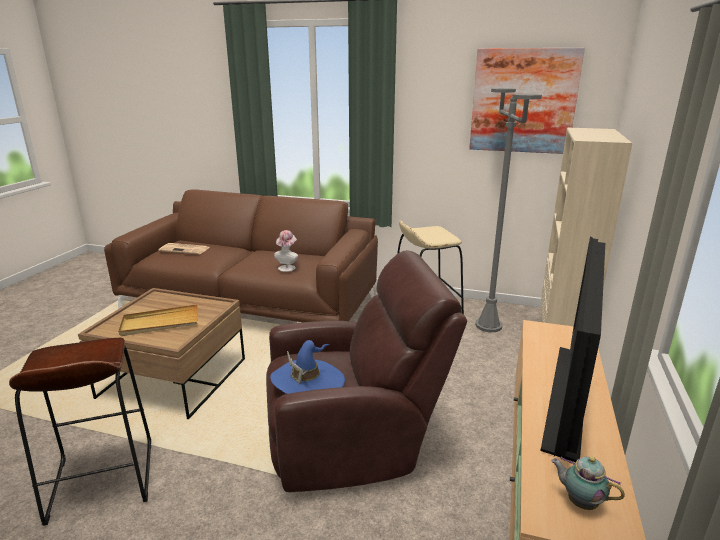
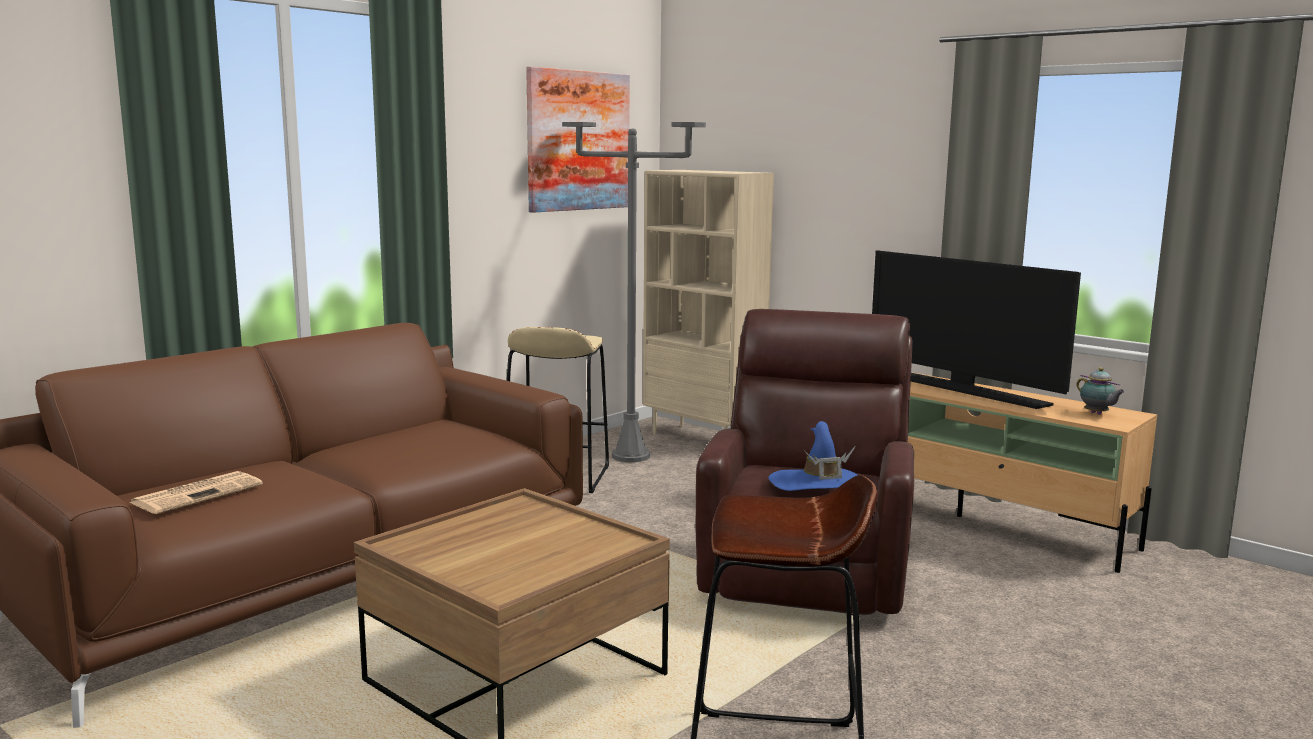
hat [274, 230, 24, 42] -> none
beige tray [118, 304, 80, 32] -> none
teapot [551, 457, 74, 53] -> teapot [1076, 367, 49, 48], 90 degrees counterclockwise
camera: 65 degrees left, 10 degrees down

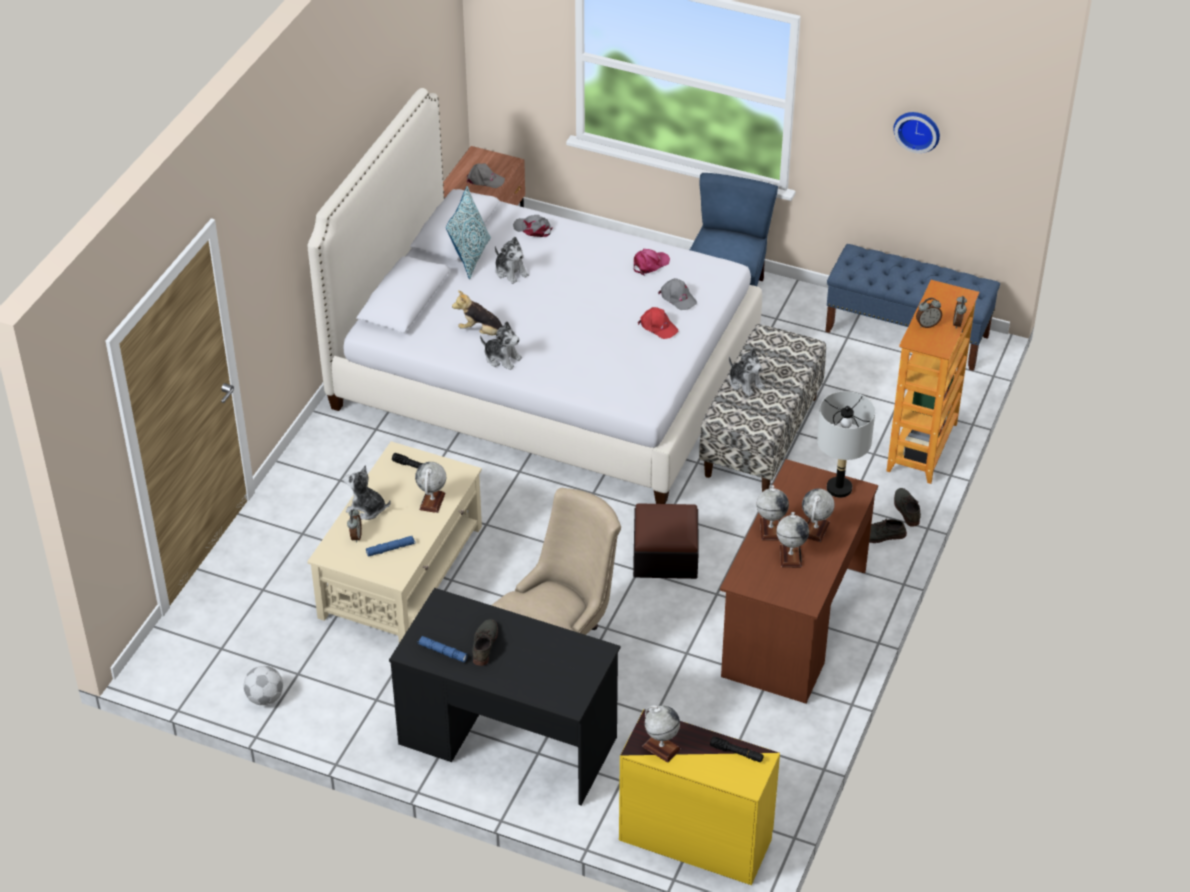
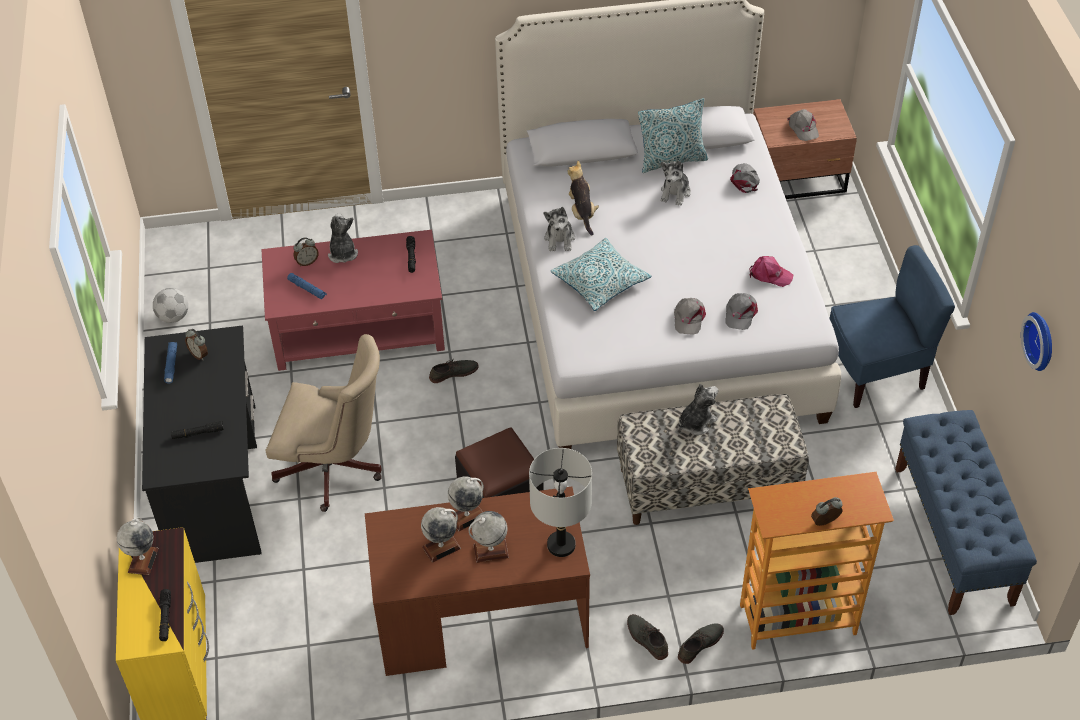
alarm clock [916, 298, 26, 30] -> alarm clock [185, 329, 23, 31], moved
red cap [638, 307, 40, 32] -> grey cap [674, 298, 32, 37]
plush toy [729, 348, 36, 48] -> plush toy [678, 384, 40, 51], 150 degrees counterclockwise
beige coffee table [307, 441, 175, 202] -> red coffee table [261, 230, 184, 141]
globe [415, 462, 31, 51] -> none
grey shoe [473, 619, 25, 47] -> grey shoe [429, 358, 50, 25], moved
none -> pillow [551, 238, 101, 73]
none -> black flashlight [171, 421, 53, 18]
camera: 60 degrees right, 5 degrees up

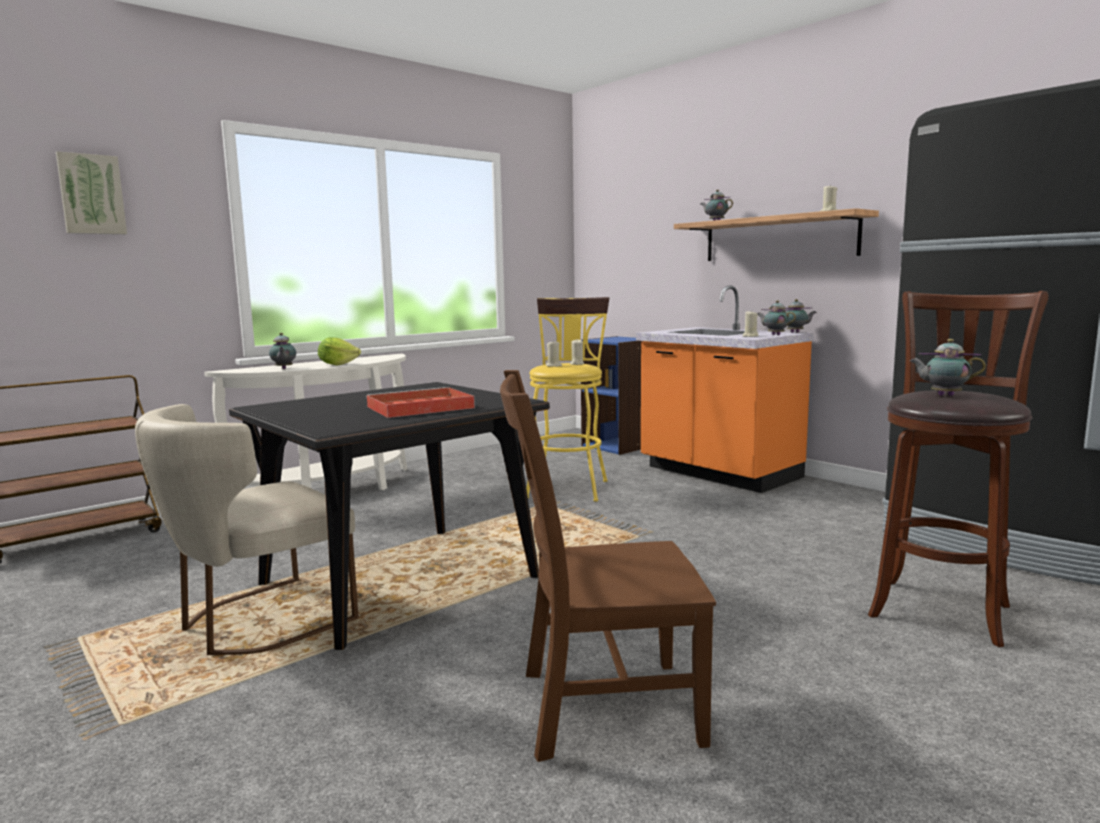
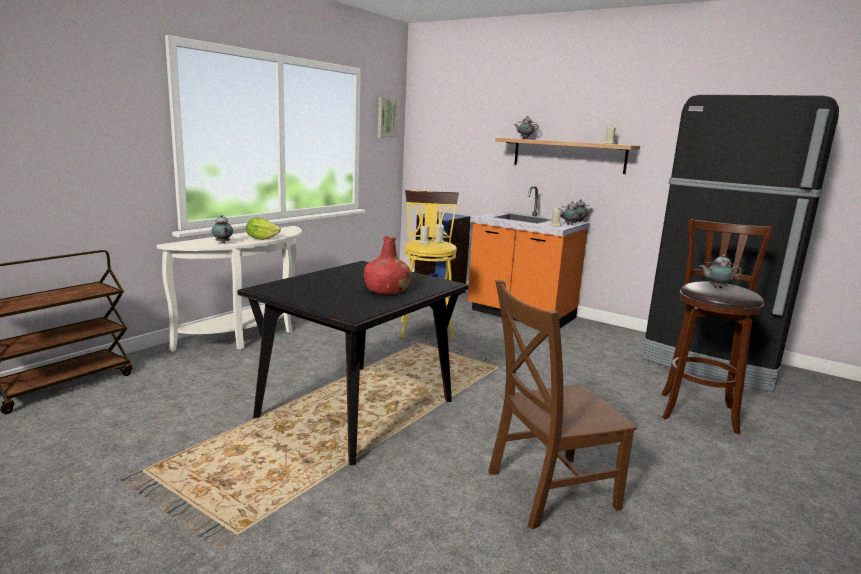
picture [56, 151, 71, 83] -> picture [378, 97, 20, 41], moved
red tray [366, 387, 109, 31] -> red bottle [364, 236, 47, 58]
beige chair [135, 404, 224, 251] -> none
camera: 15 degrees left, 5 degrees up

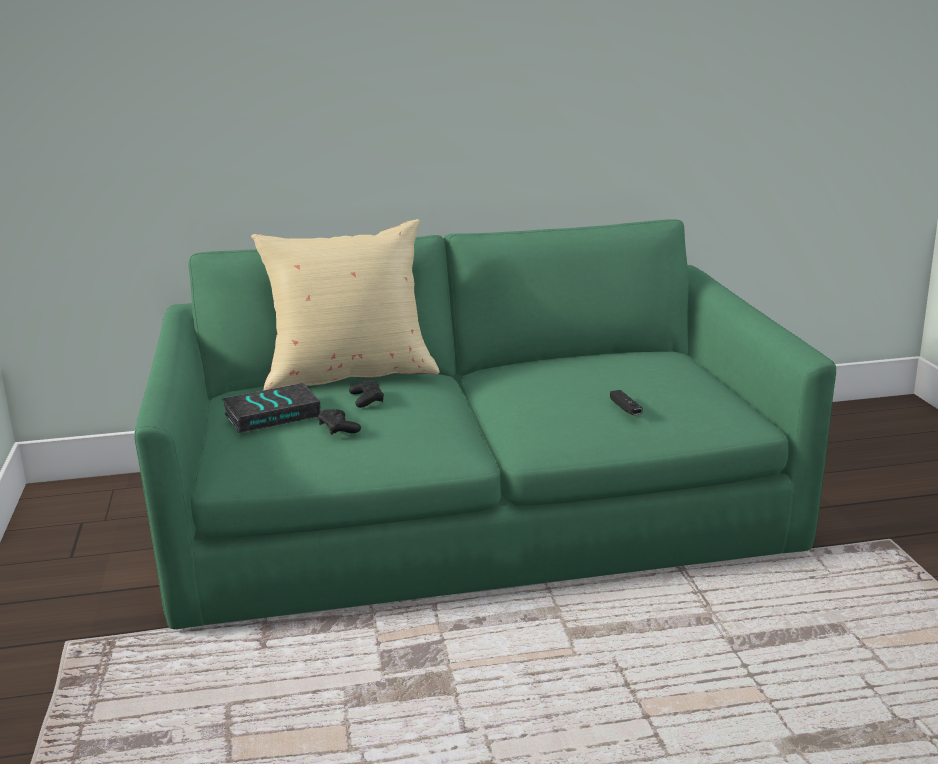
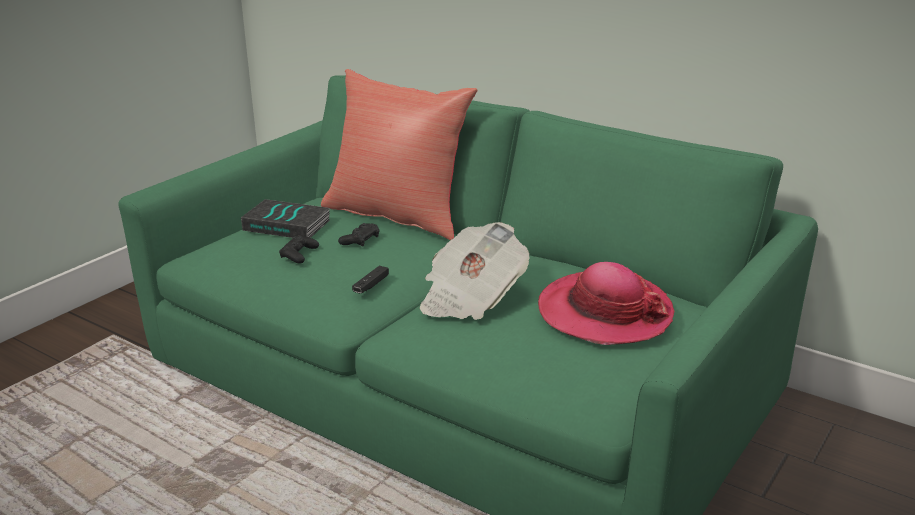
beige pillow [251, 219, 188, 171] -> red pillow [321, 69, 156, 171]
black game controller [610, 390, 33, 25] -> black game controller [352, 266, 37, 28], moved
none -> newspaper [420, 222, 109, 98]
none -> hat [538, 262, 136, 83]
camera: 45 degrees right, 5 degrees up

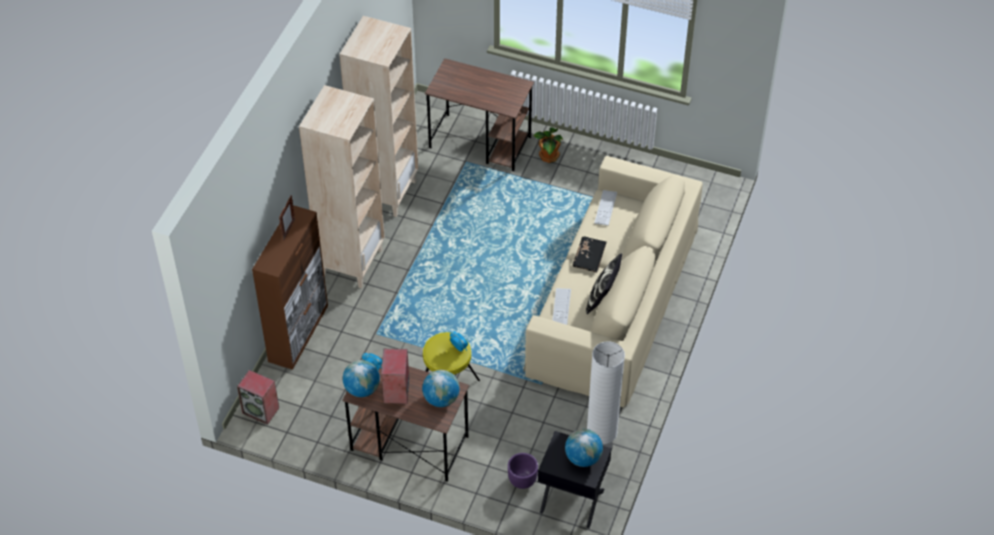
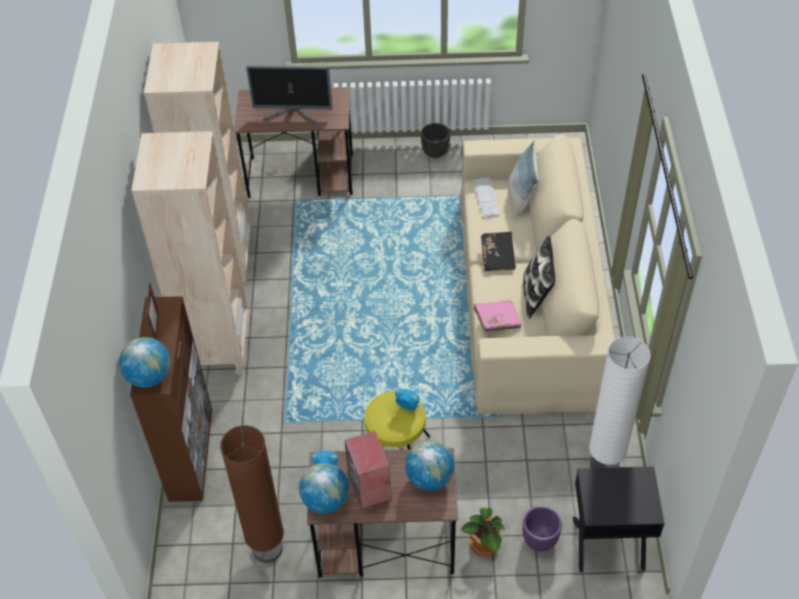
potted plant [533, 127, 30, 36] -> potted plant [461, 507, 44, 50], moved
keyboard [552, 288, 19, 37] -> pink book [473, 301, 49, 31]
speaker [237, 370, 42, 55] -> none
globe [565, 429, 38, 38] -> globe [119, 337, 51, 51], moved
none -> monitor [246, 65, 86, 59]
none -> black planter [421, 123, 29, 35]
none -> pillow [508, 140, 31, 78]
none -> brown floor lamp [220, 425, 64, 138]
camera: 20 degrees left, 0 degrees up

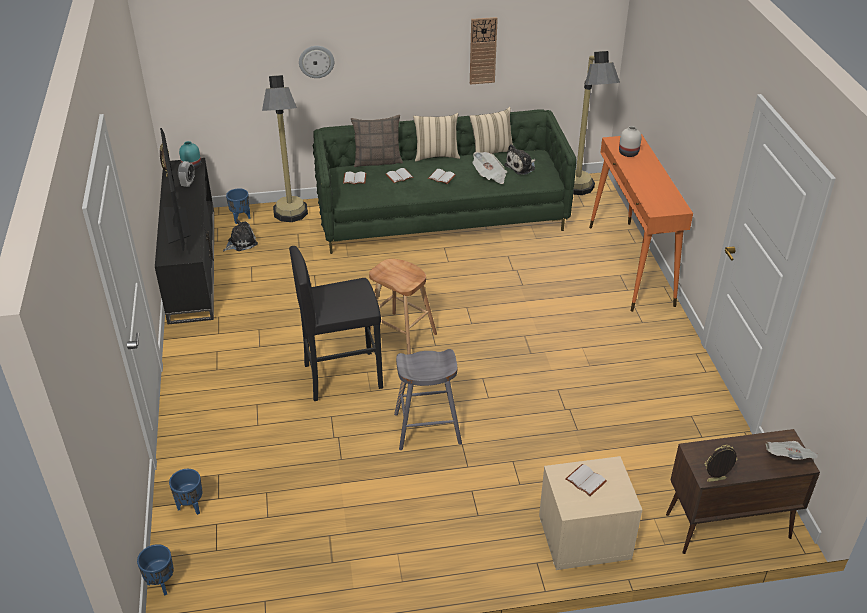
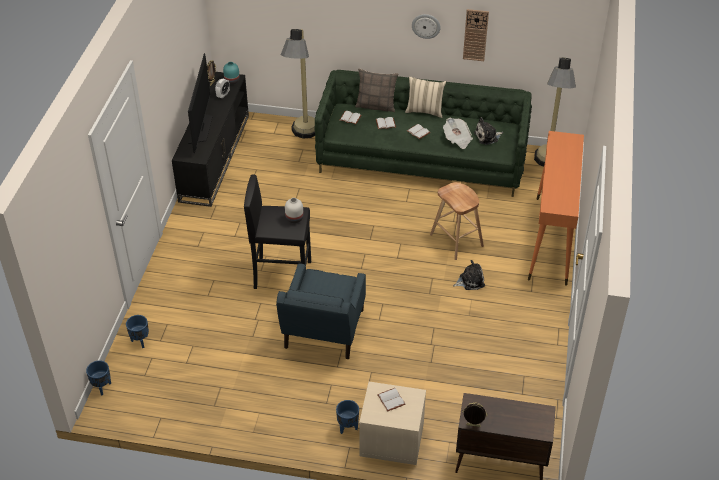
wall clock [299, 46, 35, 32] -> wall clock [412, 14, 29, 25], moved
beige pillow [469, 107, 44, 47] -> none
white vase [619, 126, 23, 31] -> white vase [285, 198, 19, 25], moved
blue planter [226, 188, 24, 36] -> blue planter [336, 400, 23, 34], moved
plush toy [223, 219, 35, 32] -> plush toy [453, 260, 32, 30], moved
brown stool [369, 259, 68, 96] -> brown stool [430, 182, 54, 78], moved
grey stool [394, 349, 68, 101] -> blue armchair [276, 263, 90, 96]
newspaper [766, 441, 53, 19] -> none
camera: 20 degrees right, 5 degrees up

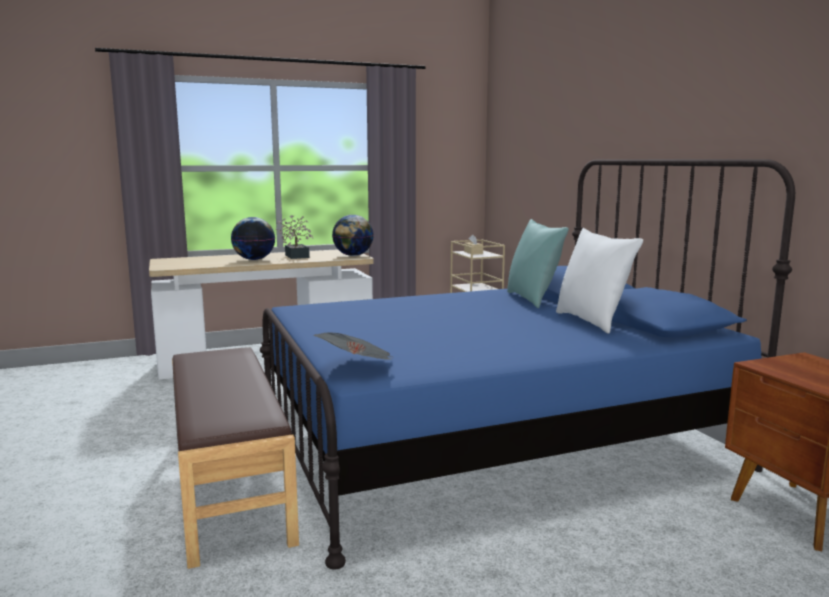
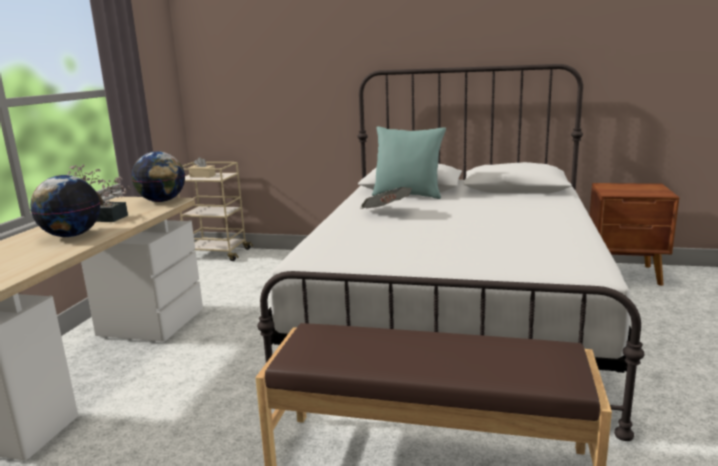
blue bed [260, 159, 535, 411] -> white bed [257, 64, 388, 377]
white pillow [556, 228, 87, 106] -> none
newspaper [313, 333, 79, 27] -> newspaper [361, 187, 51, 22], moved
camera: 55 degrees left, 5 degrees up

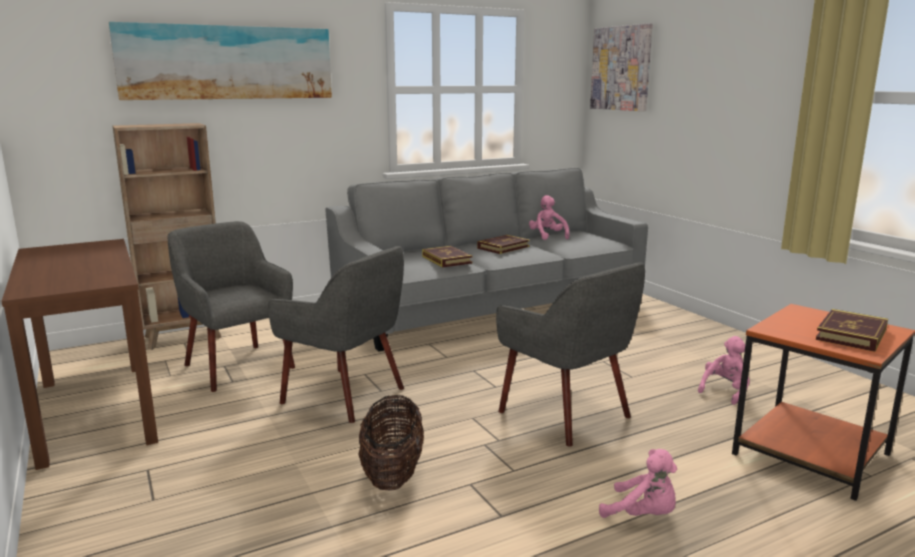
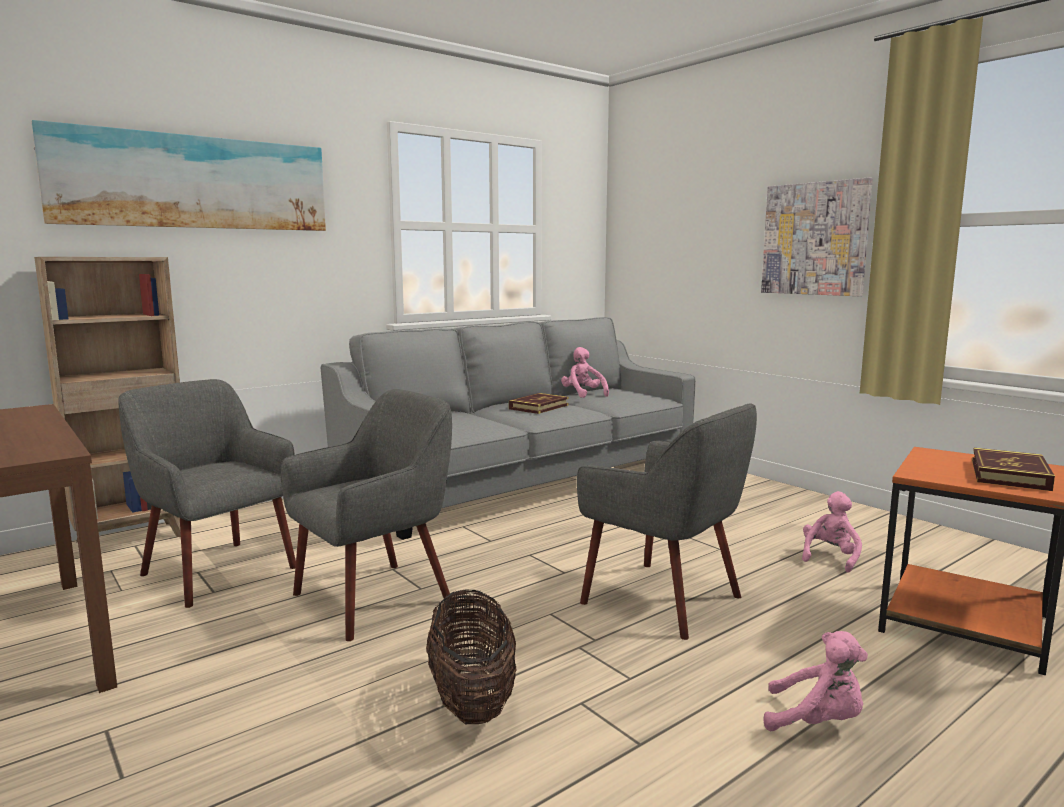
picture [590, 23, 63, 88] -> picture [761, 177, 112, 119], moved
grey armchair [268, 246, 136, 177] -> grey armchair [281, 389, 171, 252], 60 degrees counterclockwise
book [422, 246, 50, 22] -> none
camera: 10 degrees left, 5 degrees down

